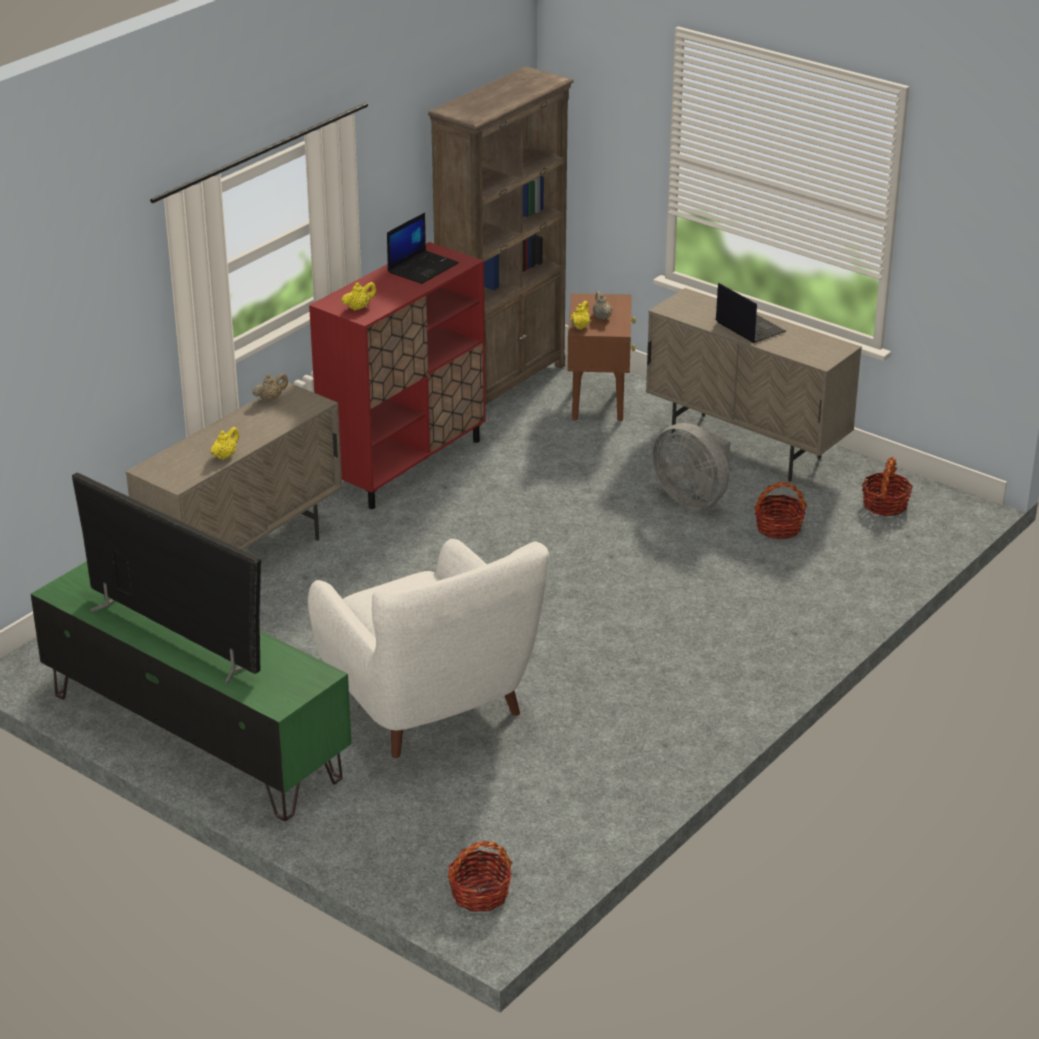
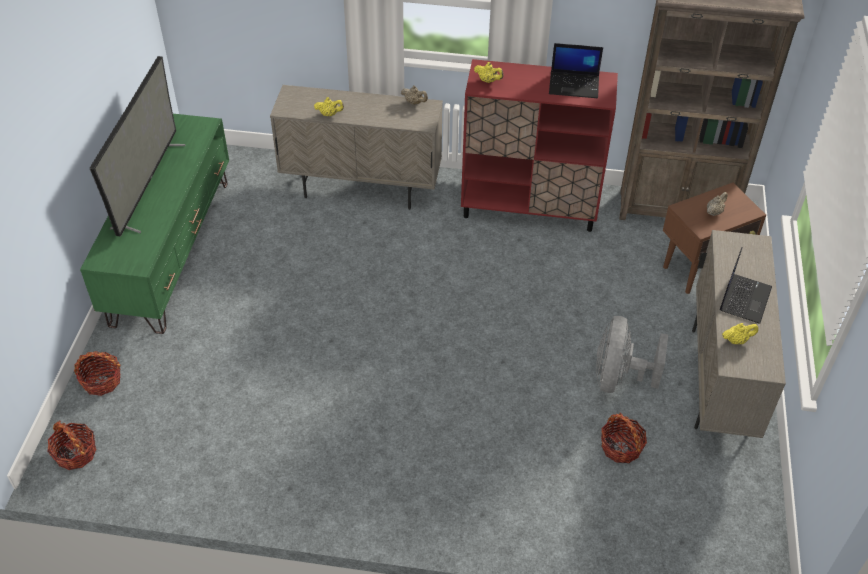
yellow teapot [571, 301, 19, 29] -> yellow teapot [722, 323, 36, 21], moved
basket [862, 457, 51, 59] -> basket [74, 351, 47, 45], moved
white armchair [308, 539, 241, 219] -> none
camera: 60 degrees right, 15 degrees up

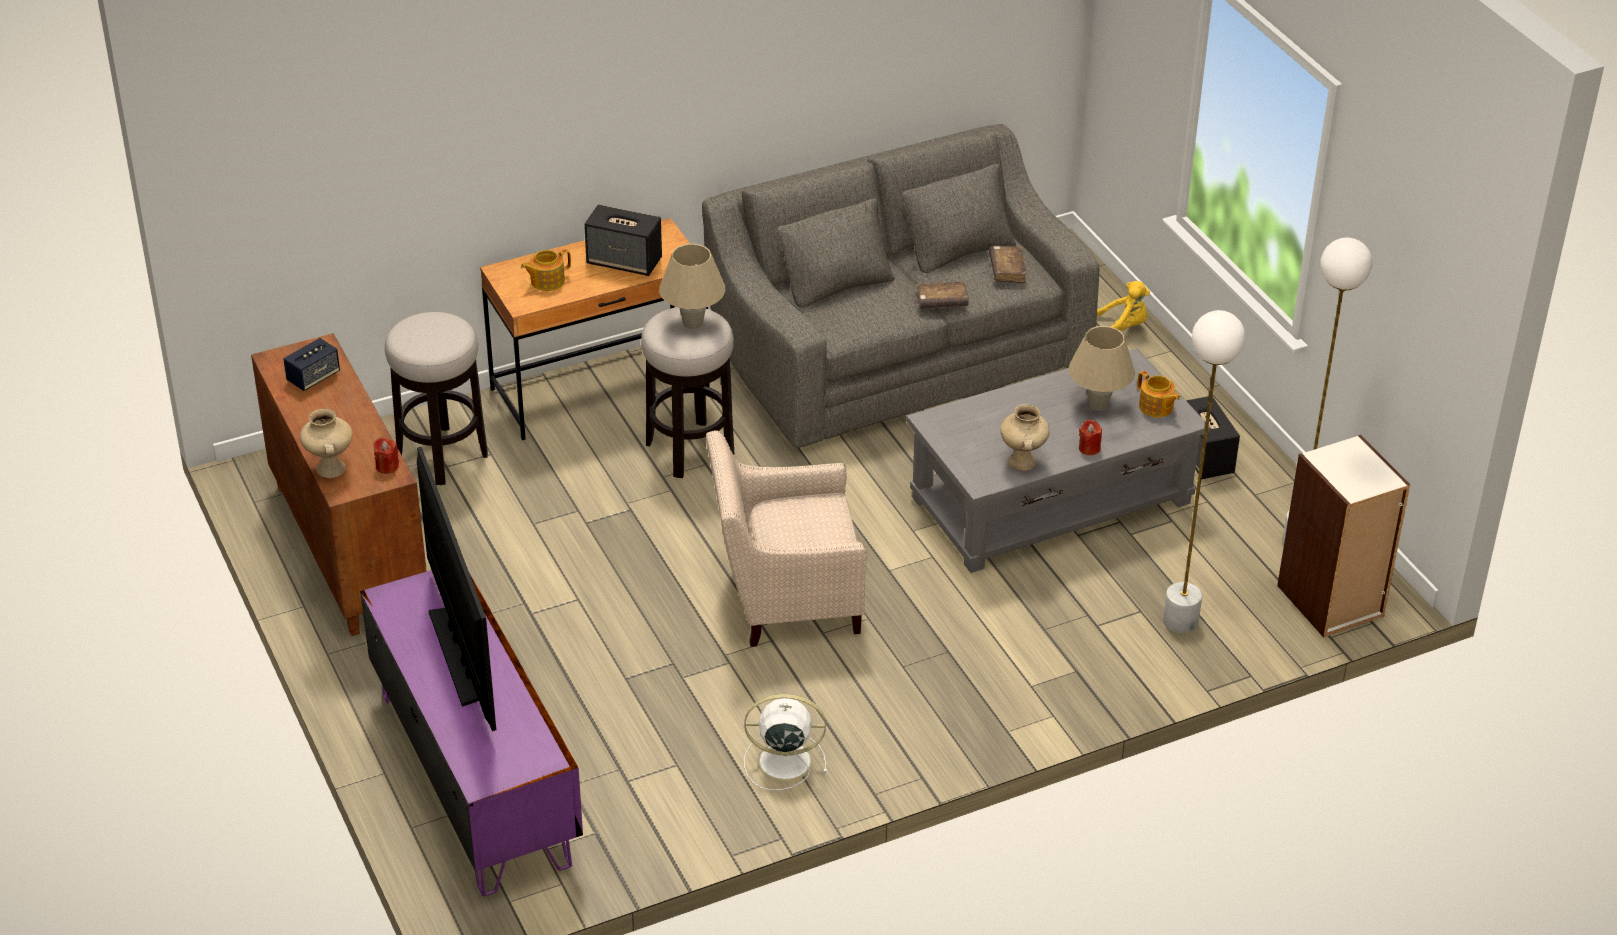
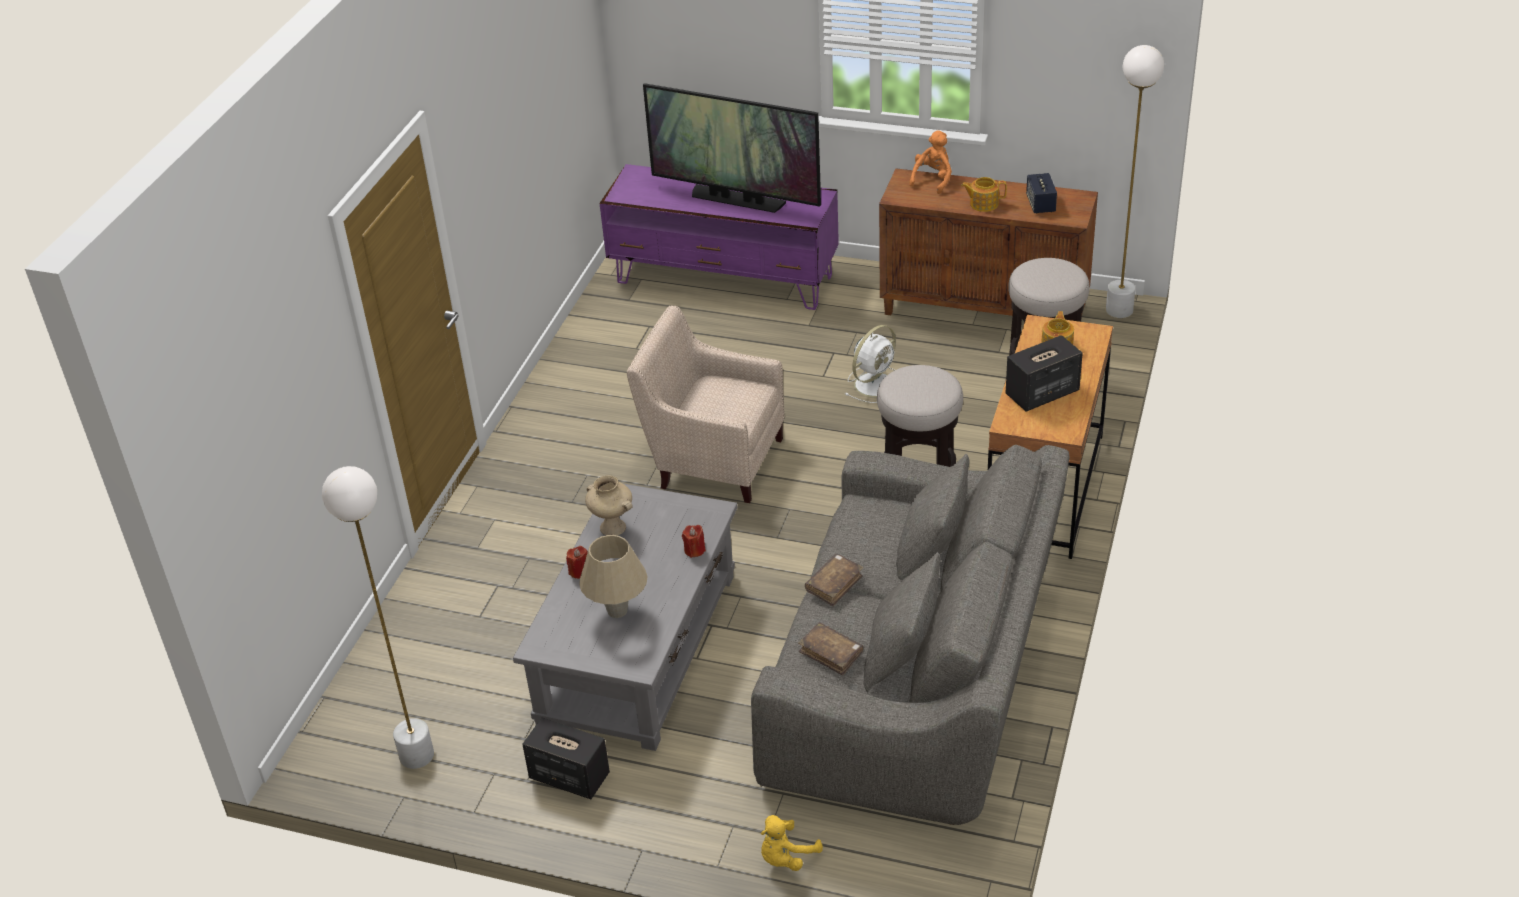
beige table lamp [659, 244, 66, 85] -> none
white floor lamp [1163, 310, 82, 323] -> white floor lamp [1106, 45, 58, 273], moved
teapot [1137, 371, 43, 47] -> teapot [961, 177, 46, 35], moved
beige vase [300, 409, 52, 69] -> orange plush toy [909, 130, 43, 64]
beige armchair [706, 430, 161, 217] -> beige armchair [627, 306, 158, 197], 105 degrees counterclockwise
bookcase [1277, 435, 133, 203] -> none
red candle [374, 437, 25, 37] -> red candle [682, 525, 24, 33], moved
white fan [744, 694, 83, 97] -> white fan [844, 325, 52, 78], moved
camera: 135 degrees right, 0 degrees up

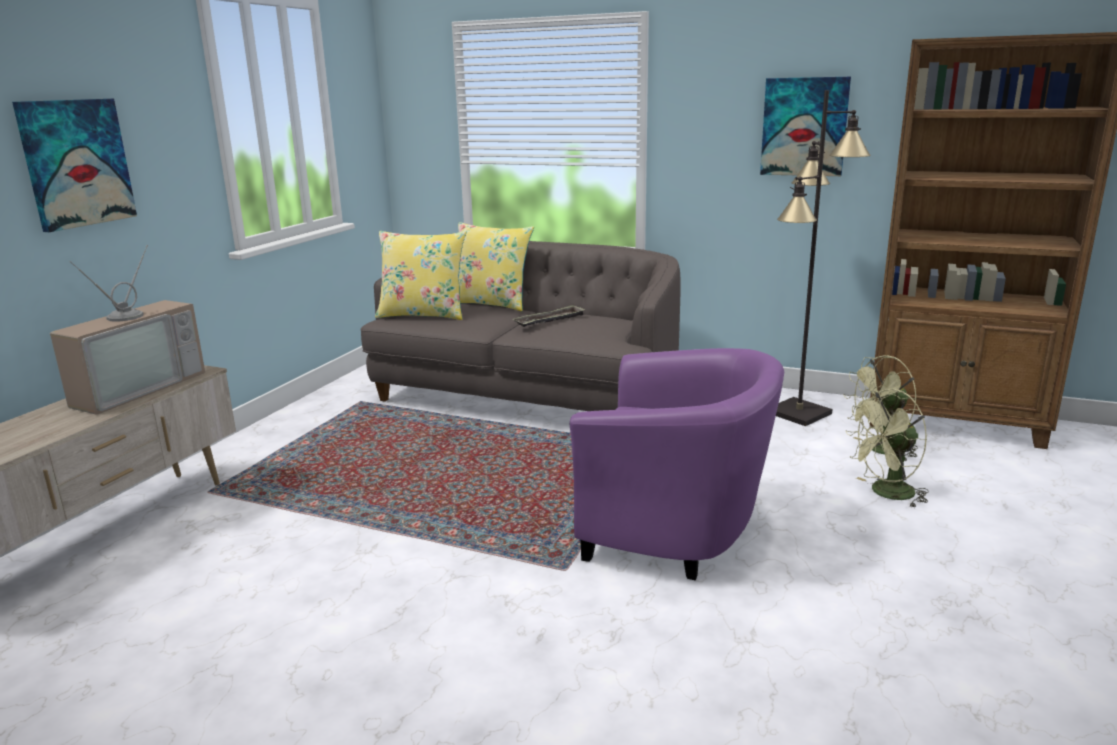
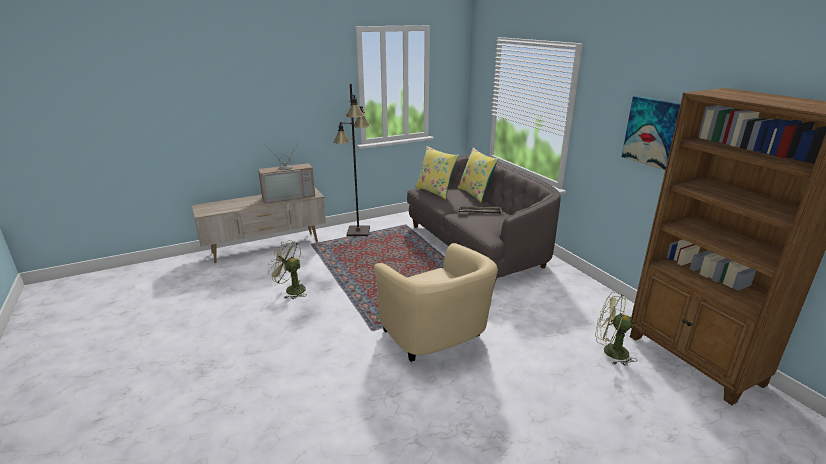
black floor lamp [776, 90, 95, 336] -> black floor lamp [333, 84, 38, 153], moved
picture [12, 99, 125, 133] -> none
purple armchair [570, 348, 214, 232] -> beige armchair [374, 243, 124, 119]
green fan [846, 389, 83, 119] -> green fan [268, 240, 39, 59], moved
camera: 40 degrees right, 5 degrees up

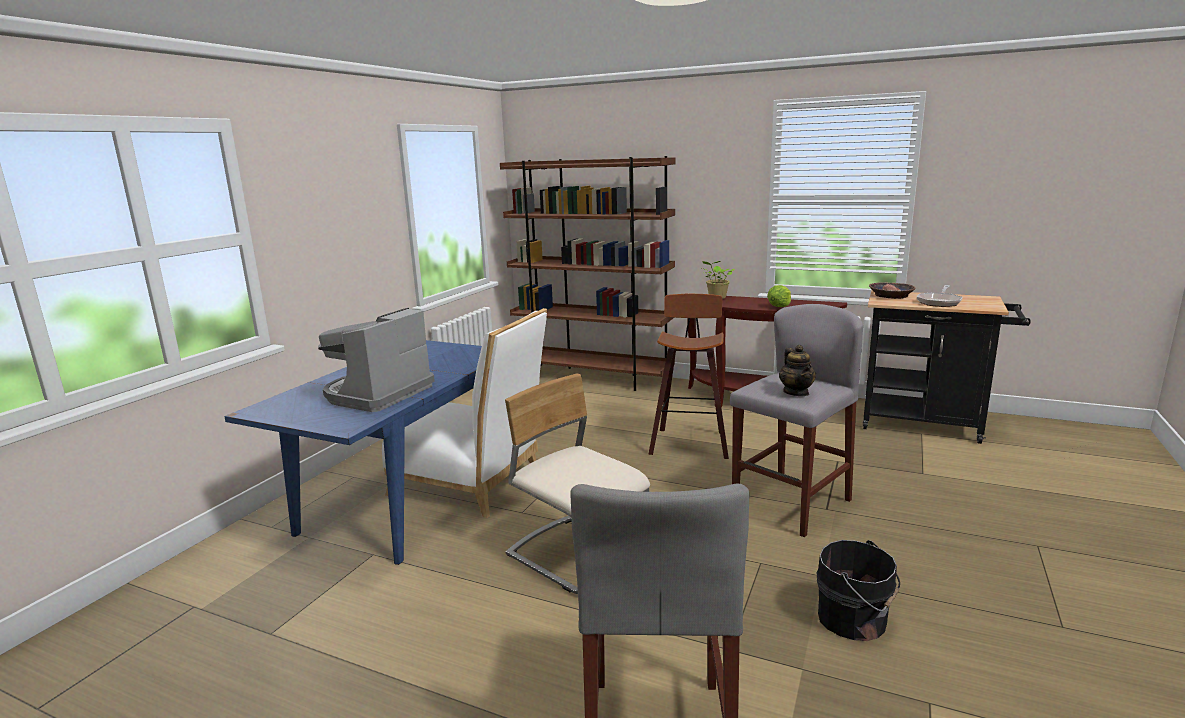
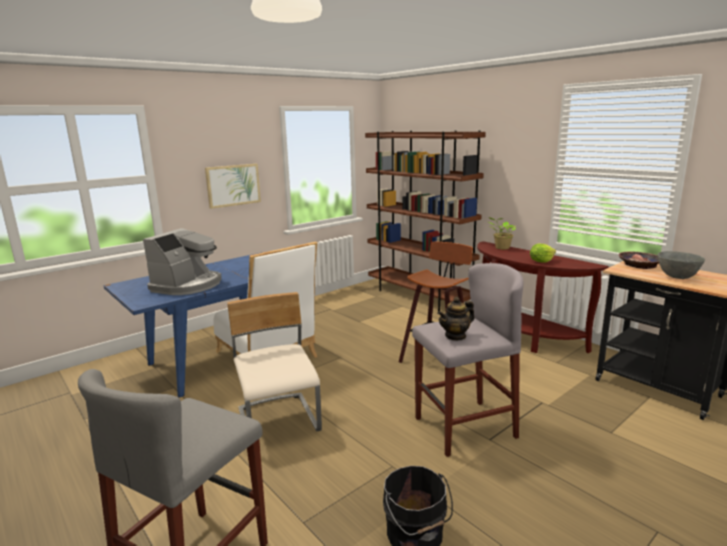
frying pan [917, 285, 46, 22] -> grey bowl [658, 251, 47, 28]
coffee machine [318, 308, 117, 104] -> coffee machine [143, 228, 79, 67], 150 degrees clockwise
teapot [779, 345, 37, 51] -> teapot [437, 297, 38, 44], 45 degrees clockwise
none -> picture [205, 164, 56, 45]
camera: 25 degrees right, 0 degrees up

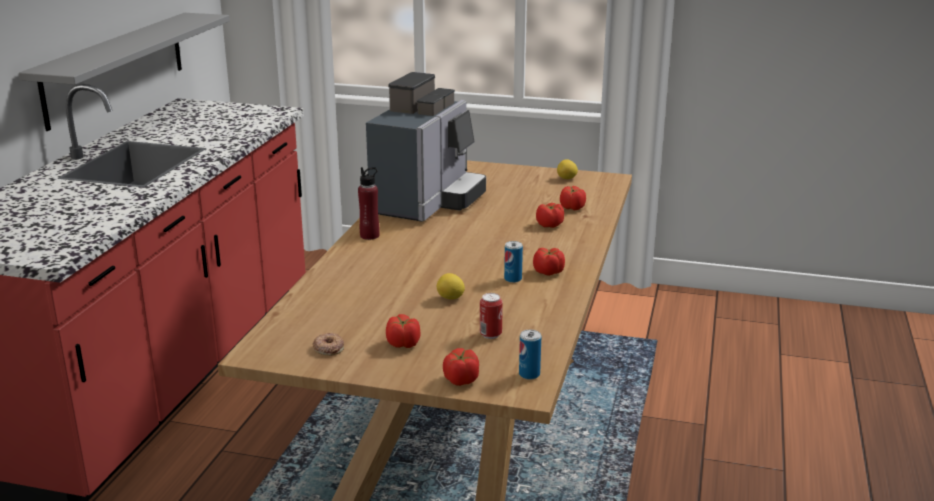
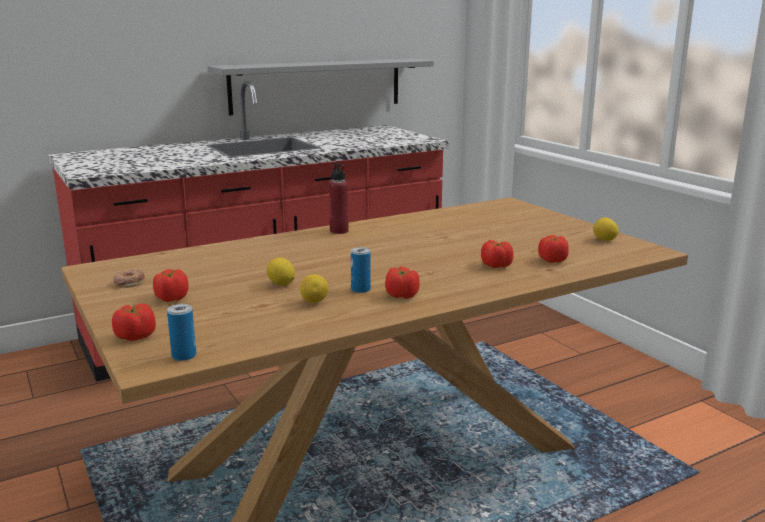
coffee machine [366, 72, 120, 150] -> none
can [480, 293, 23, 46] -> none
none -> lemon [300, 274, 29, 29]
camera: 45 degrees right, 5 degrees down

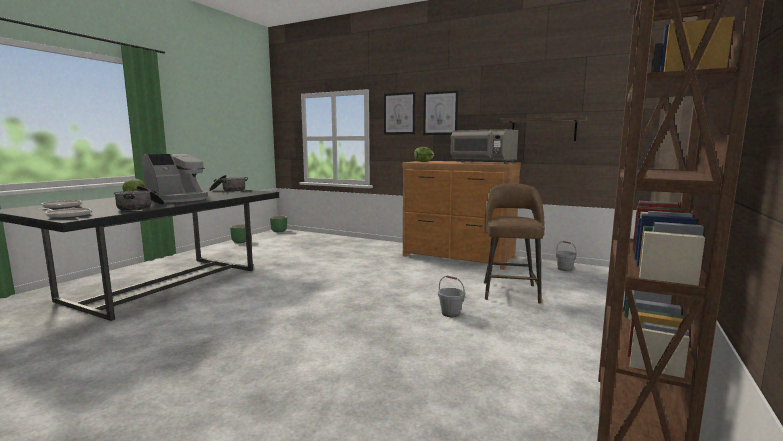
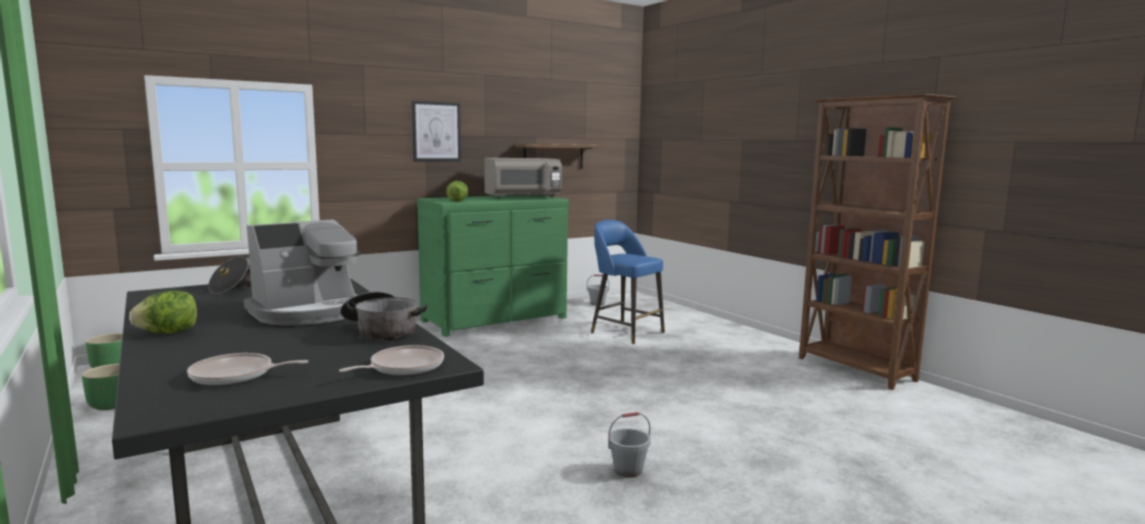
picture [384, 92, 32, 43] -> none
coffee machine [141, 154, 67, 49] -> coffee machine [244, 219, 116, 107], 75 degrees clockwise
brown dresser [403, 161, 118, 109] -> green dresser [417, 195, 152, 142]
brown stool [484, 183, 61, 121] -> blue stool [591, 220, 74, 124]
grey bucket [438, 276, 27, 41] -> grey bucket [608, 412, 43, 66], moved
camera: 60 degrees left, 0 degrees up

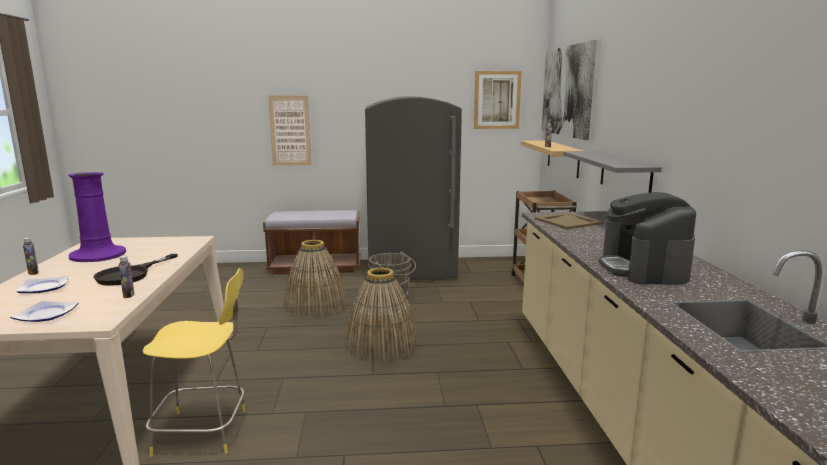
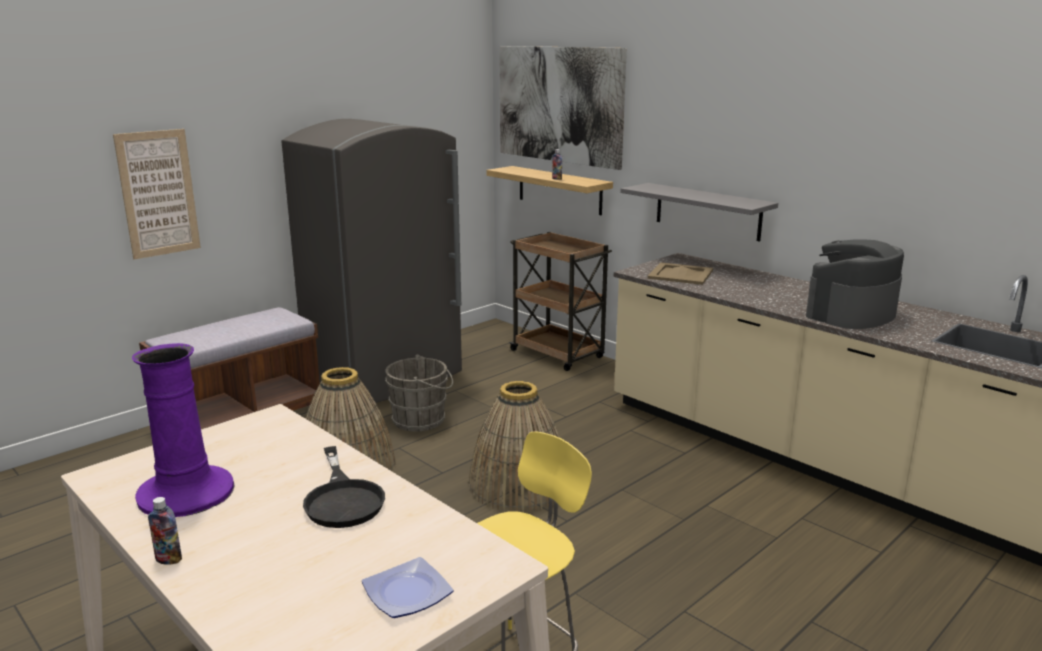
picture [474, 71, 48, 58] -> none
coffee machine [599, 192, 97, 93] -> coffee machine [806, 239, 98, 90], 90 degrees clockwise
bottle [119, 256, 15, 42] -> none
plate [16, 275, 52, 18] -> none
camera: 40 degrees left, 5 degrees up

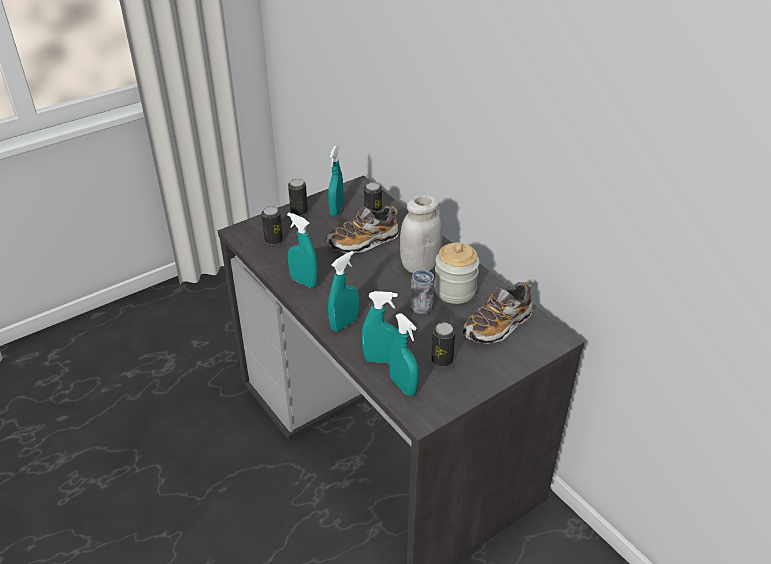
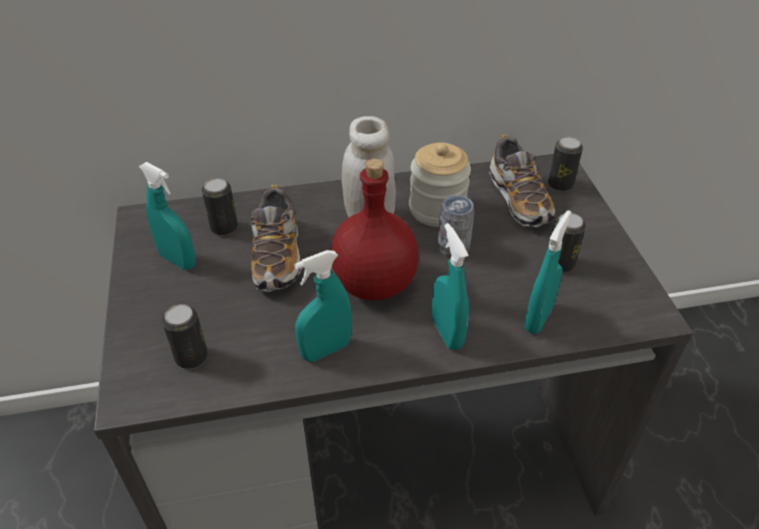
can [288, 179, 20, 37] -> can [548, 136, 35, 55], moved
turquoise spray bottle [389, 313, 30, 83] -> none
none -> red bottle [331, 158, 88, 142]
camera: 65 degrees left, 5 degrees up

